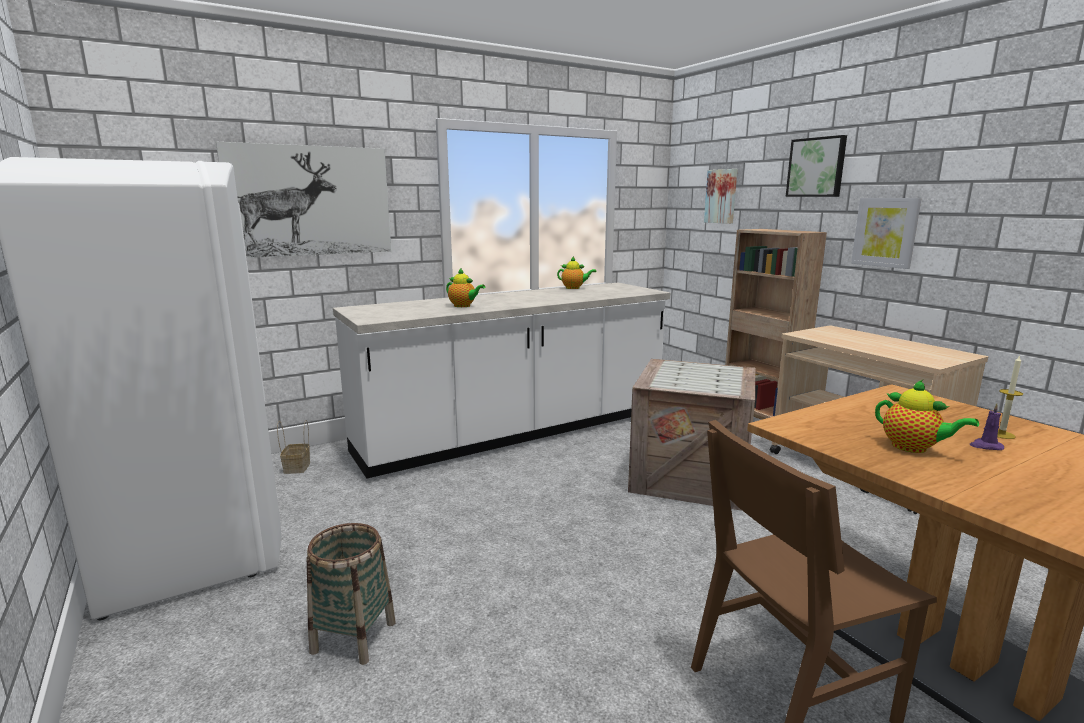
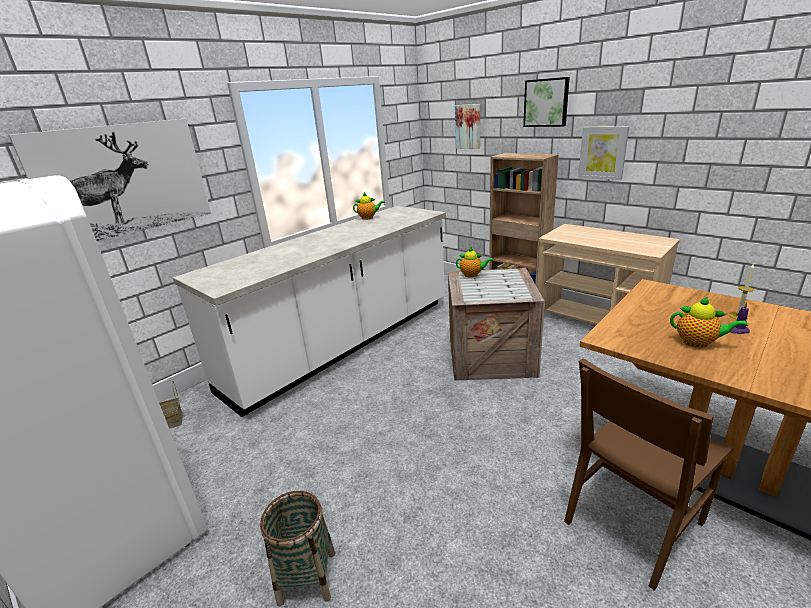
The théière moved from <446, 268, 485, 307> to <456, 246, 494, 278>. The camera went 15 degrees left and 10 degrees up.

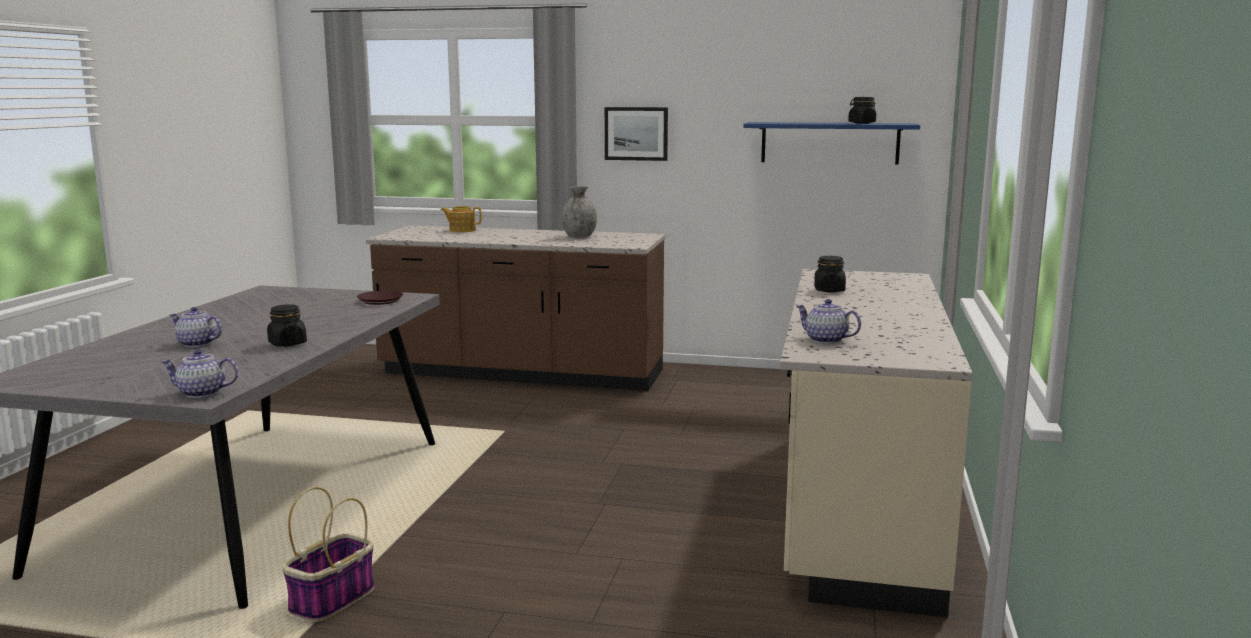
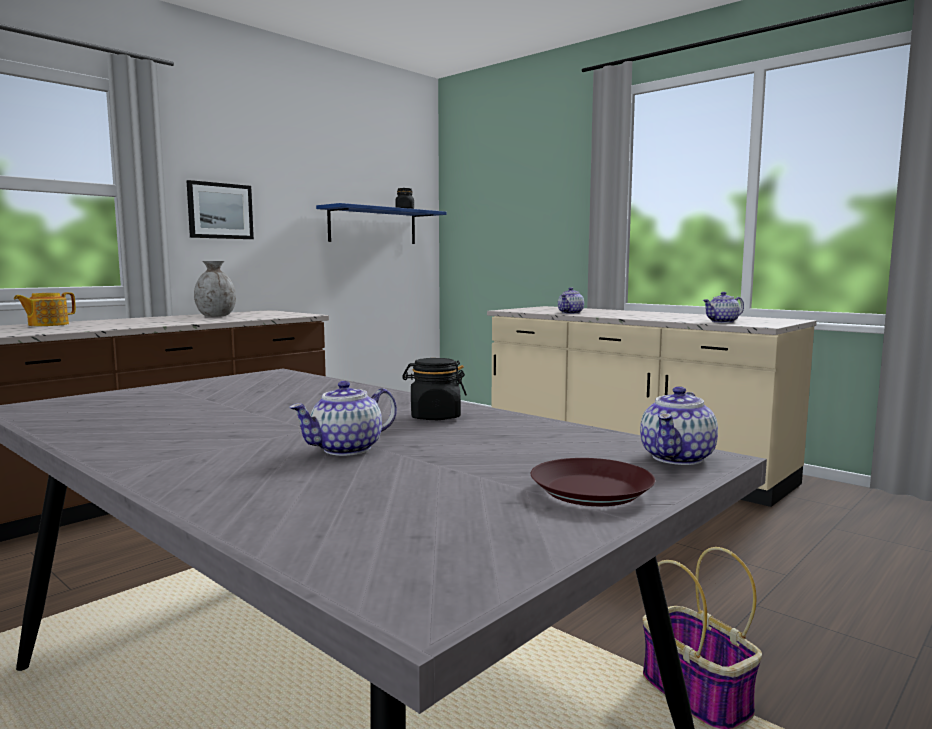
The bocal (noir) at <814, 256, 846, 292> was replaced by the théière at <558, 287, 584, 314>. The assiette (marron) moved from <357, 291, 403, 305> to <531, 458, 655, 506>. The camera went 60 degrees left and 5 degrees down.

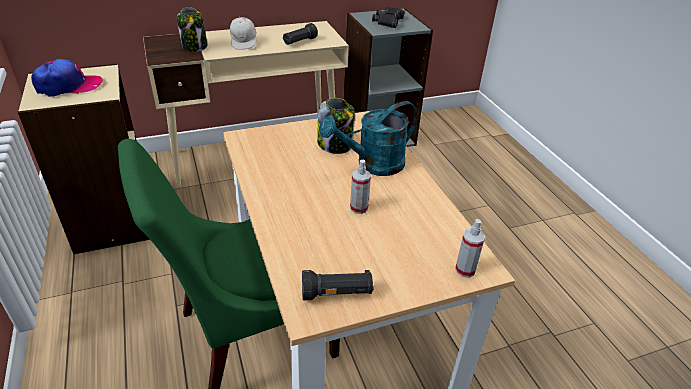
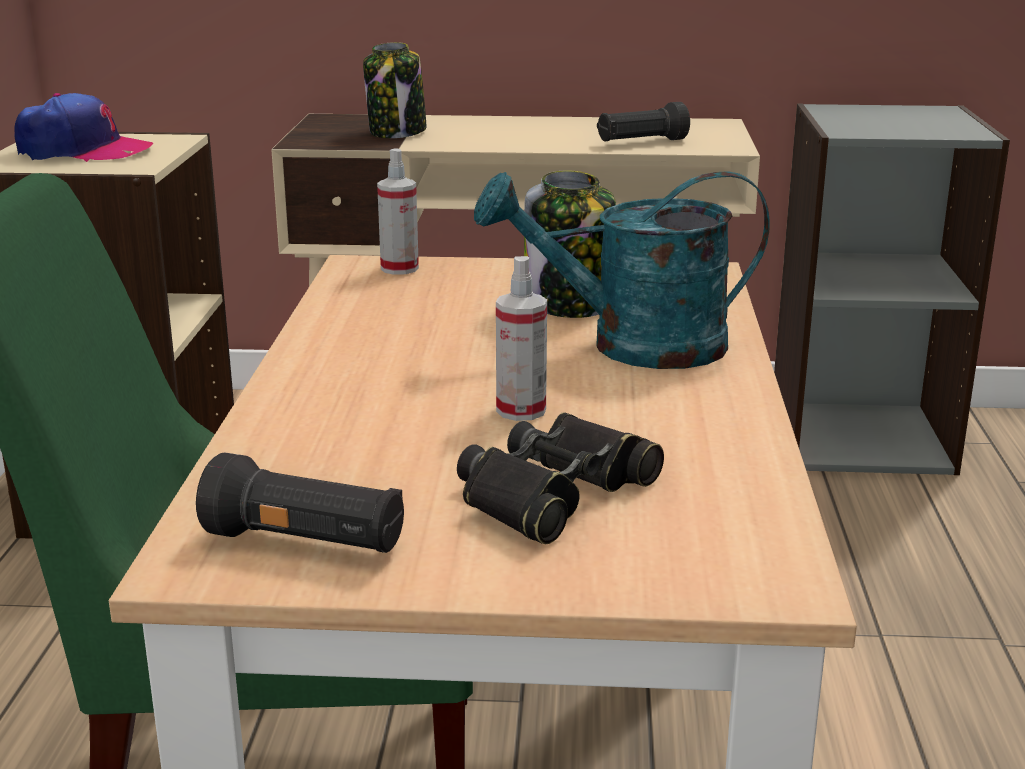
The jumelles (noir) moved from <372, 7, 405, 28> to <457, 412, 664, 544>. The casquette (blanc) at <230, 16, 256, 50> disappeared. The vaporisateur moved from <455, 219, 485, 278> to <377, 148, 419, 275>. The camera went 25 degrees right and 15 degrees down.

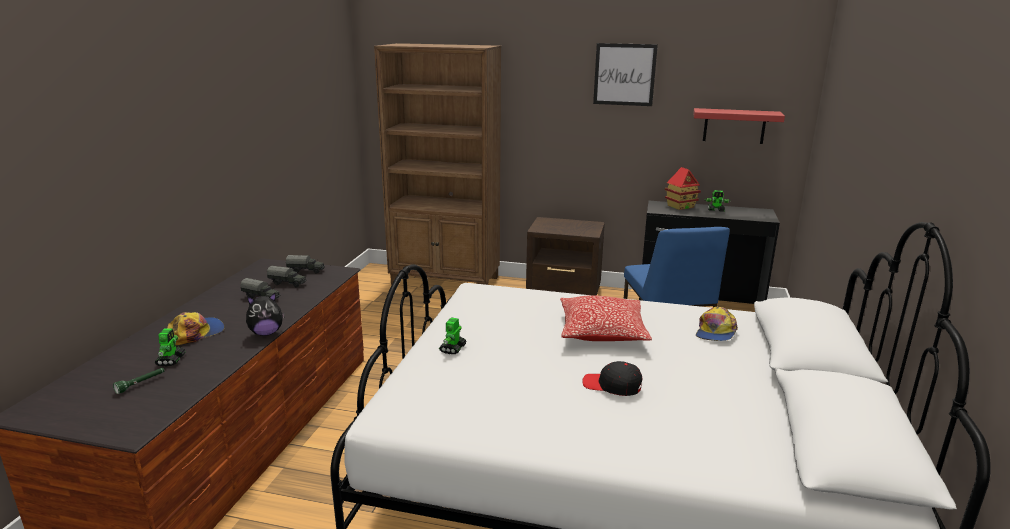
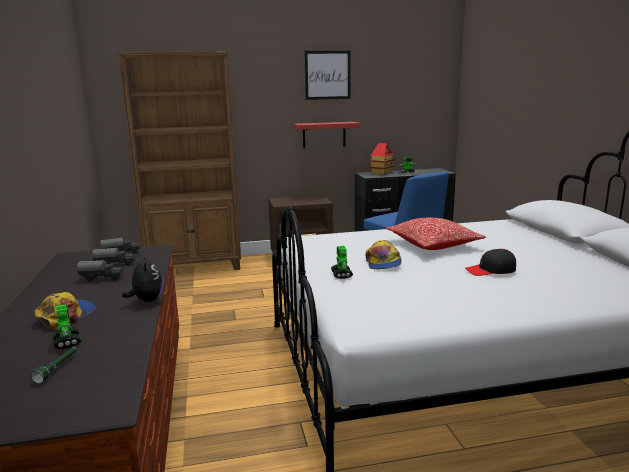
The étagère (rouge) moved from <693, 108, 785, 144> to <294, 122, 360, 148>. The peluche at <246, 293, 285, 336> turned 60 degrees counterclockwise. The casquette moved from <696, 307, 738, 341> to <365, 240, 402, 269>. The camera went 25 degrees left and 5 degrees down.

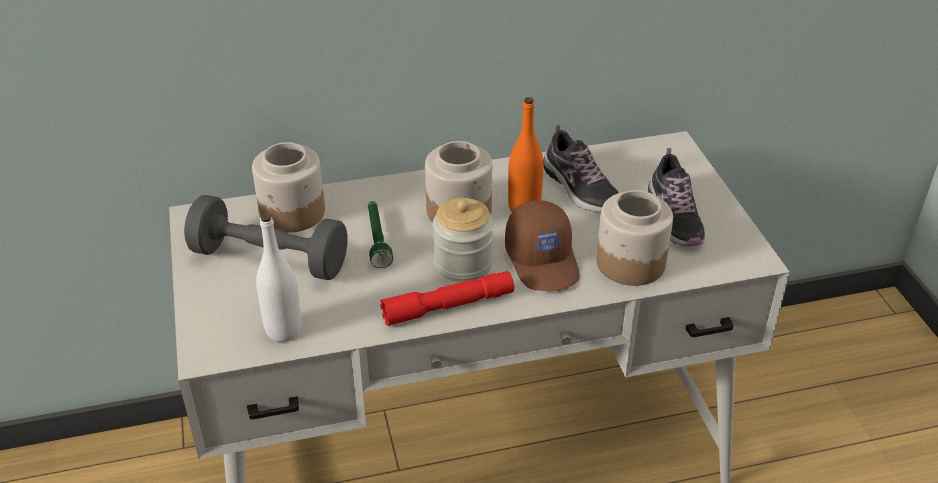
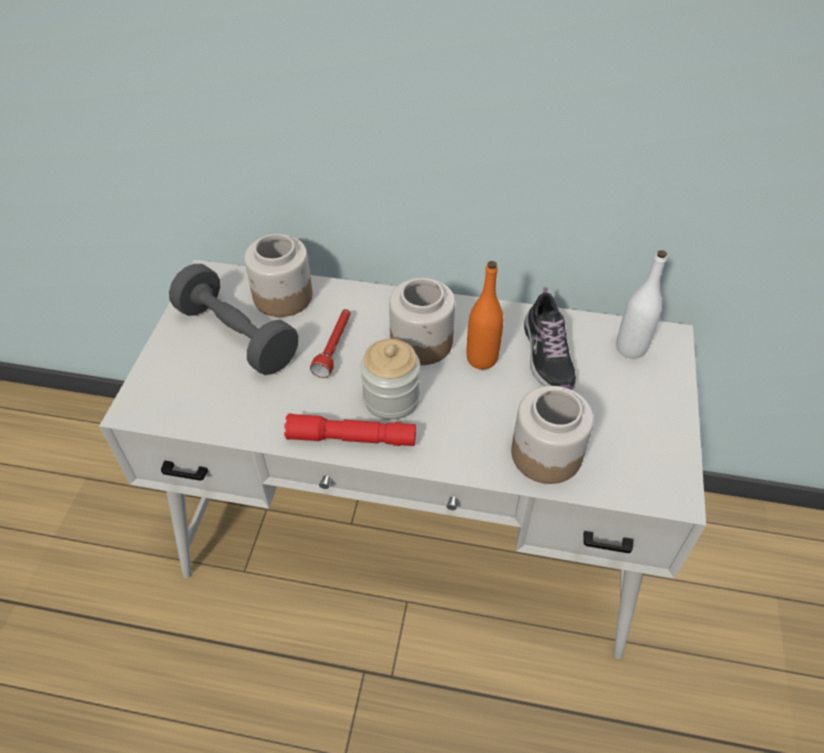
The chaussure at <648, 148, 705, 246> disappeared. The casquette (marron) at <505, 200, 579, 291> disappeared. The lampe de poche (vert) at <368, 201, 393, 268> became the lampe de poche (rouge) at <310, 309, 350, 378>. The bouteille (blanc) moved from <256, 213, 302, 342> to <616, 250, 667, 359>. The camera went 25 degrees right and 10 degrees up.

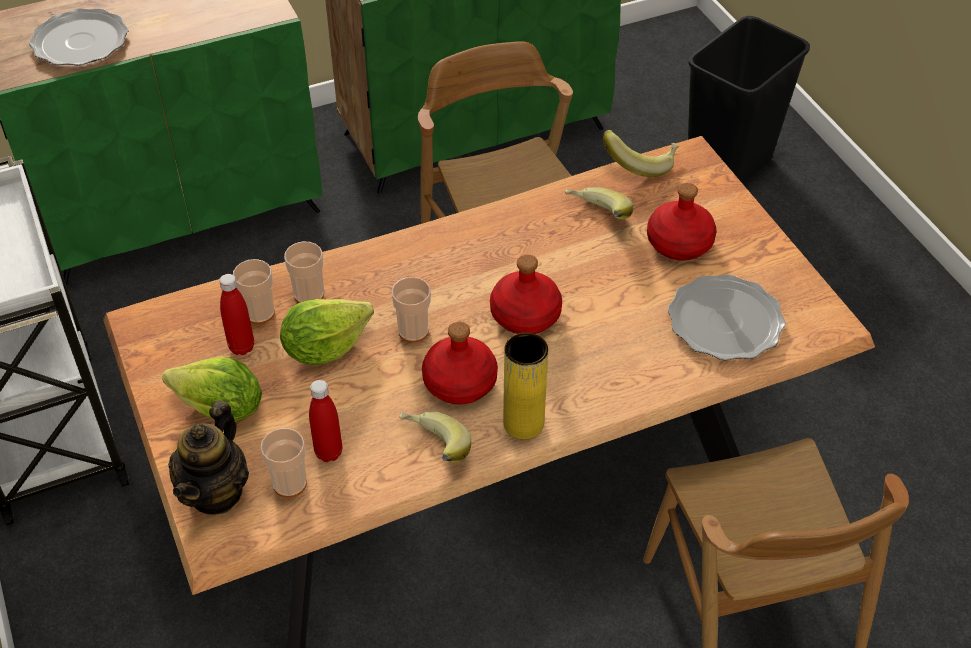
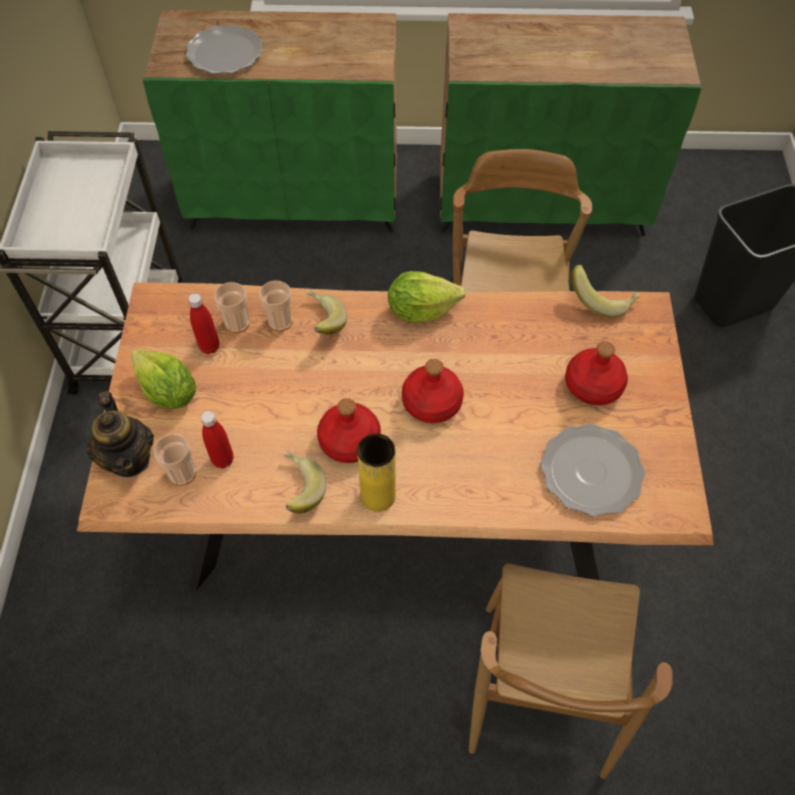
The banane moved from <565, 187, 633, 220> to <307, 290, 347, 336>. The tasse at <392, 277, 431, 342> disappeared. The laitue moved from <280, 299, 374, 365> to <388, 271, 466, 323>. The théière at <168, 400, 249, 515> turned 60 degrees counterclockwise. The camera went 25 degrees right and 10 degrees up.

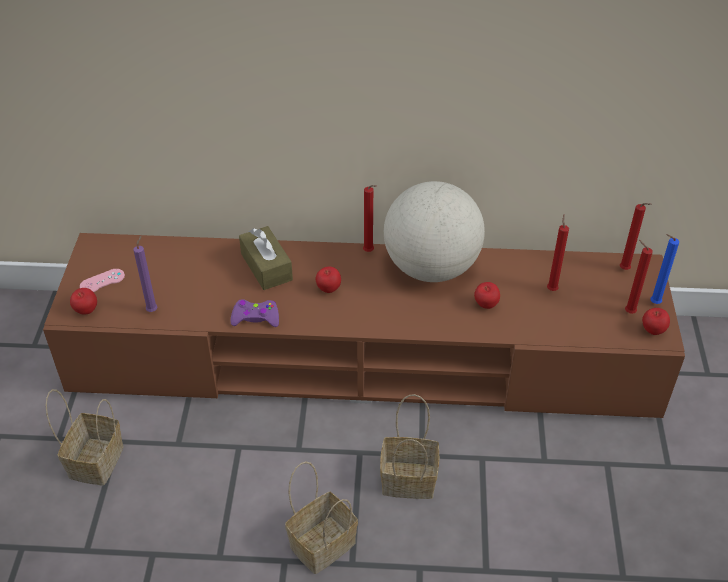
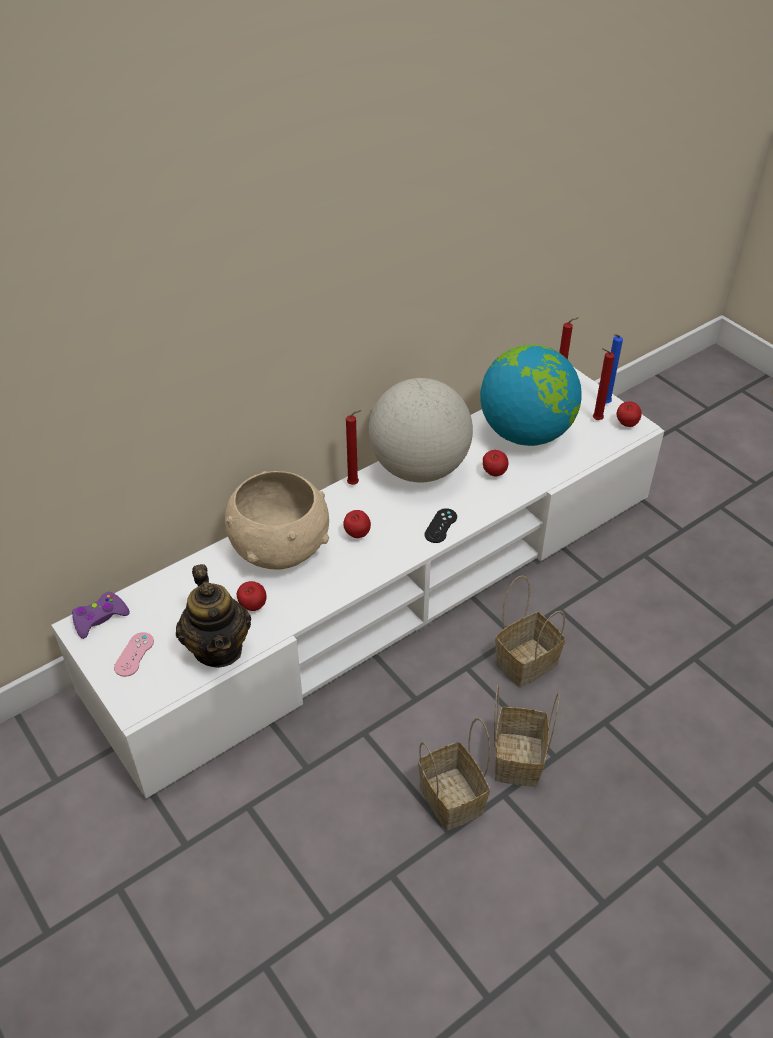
The bougie (rouge) at <547, 214, 569, 291> was replaced by the globe at <480, 345, 582, 446>. The boîte à mouchoirs (marron) at <239, 226, 293, 290> was replaced by the bol (beige) at <225, 471, 329, 569>. The meuble télé (marron) at <43, 233, 685, 418> became the meuble télé (blanc) at <51, 368, 664, 799>. The bougie (violet) at <133, 235, 158, 312> was replaced by the théière at <176, 564, 251, 668>. The pomme moved from <70, 288, 97, 314> to <237, 581, 267, 611>. The manette (violet) moved from <230, 299, 279, 327> to <72, 592, 130, 639>. The panier moved from <45, 389, 124, 486> to <418, 718, 490, 831>. The manette (noir) at <424, 508, 457, 543> appeared. The camera went 40 degrees left and 0 degrees up.

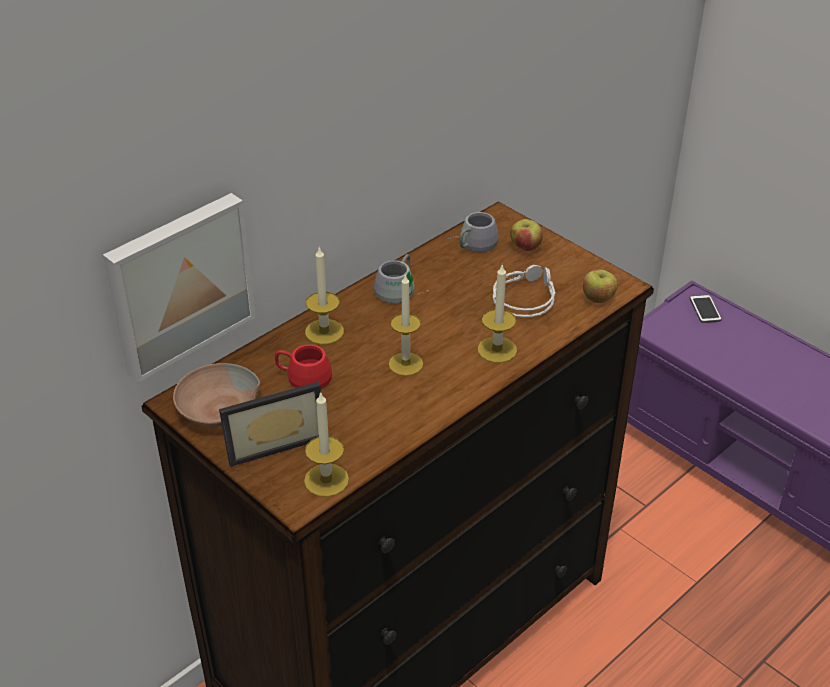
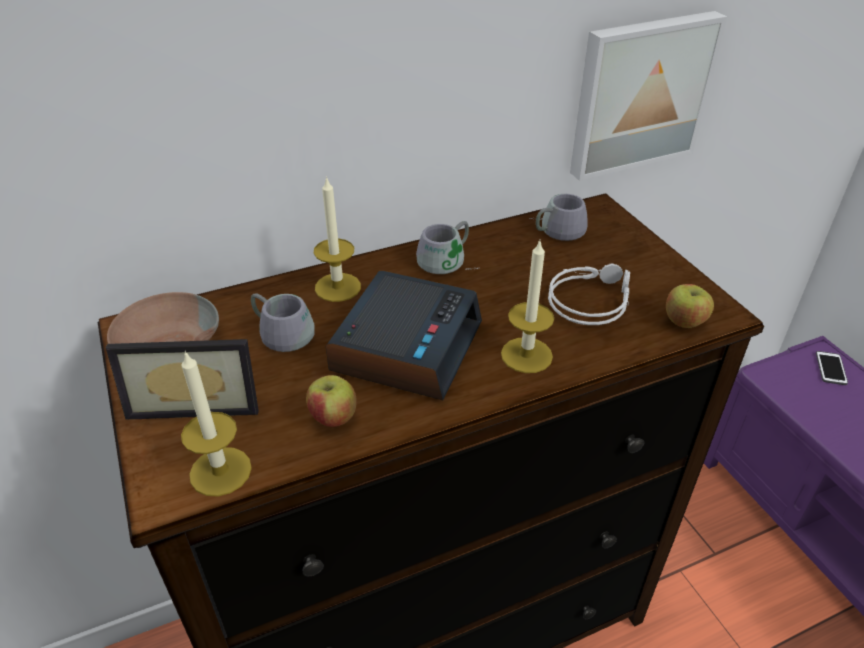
The tableau moved from <103, 193, 256, 383> to <570, 11, 728, 181>. The pomme moved from <510, 219, 543, 251> to <306, 375, 357, 427>. The bougie at <389, 274, 423, 376> was replaced by the réveil at <326, 271, 482, 400>. The mug (rouge) at <275, 344, 332, 389> became the mug (gris) at <251, 293, 315, 352>. The camera went 20 degrees right and 0 degrees up.

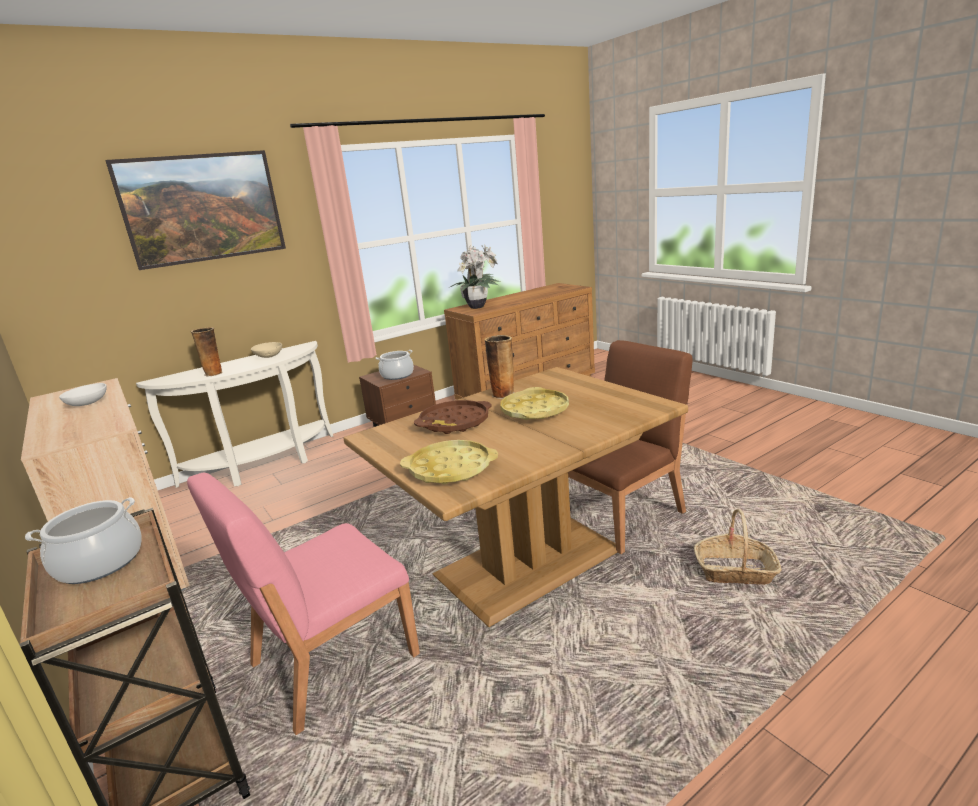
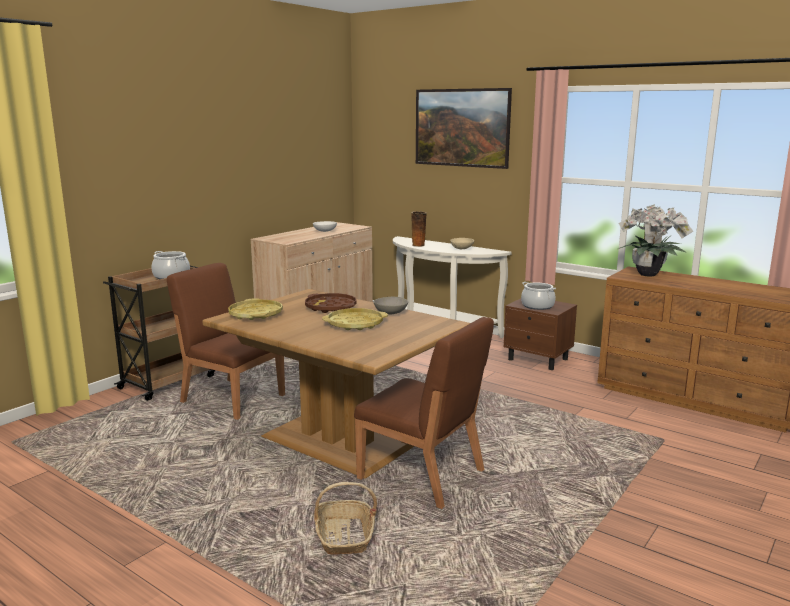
The vase at <484, 335, 514, 399> was replaced by the bol (gris) at <374, 297, 408, 314>. The chaise (rose) at <187, 473, 420, 735> became the chaise (marron) at <167, 263, 285, 420>. The camera went 70 degrees right and 5 degrees down.

